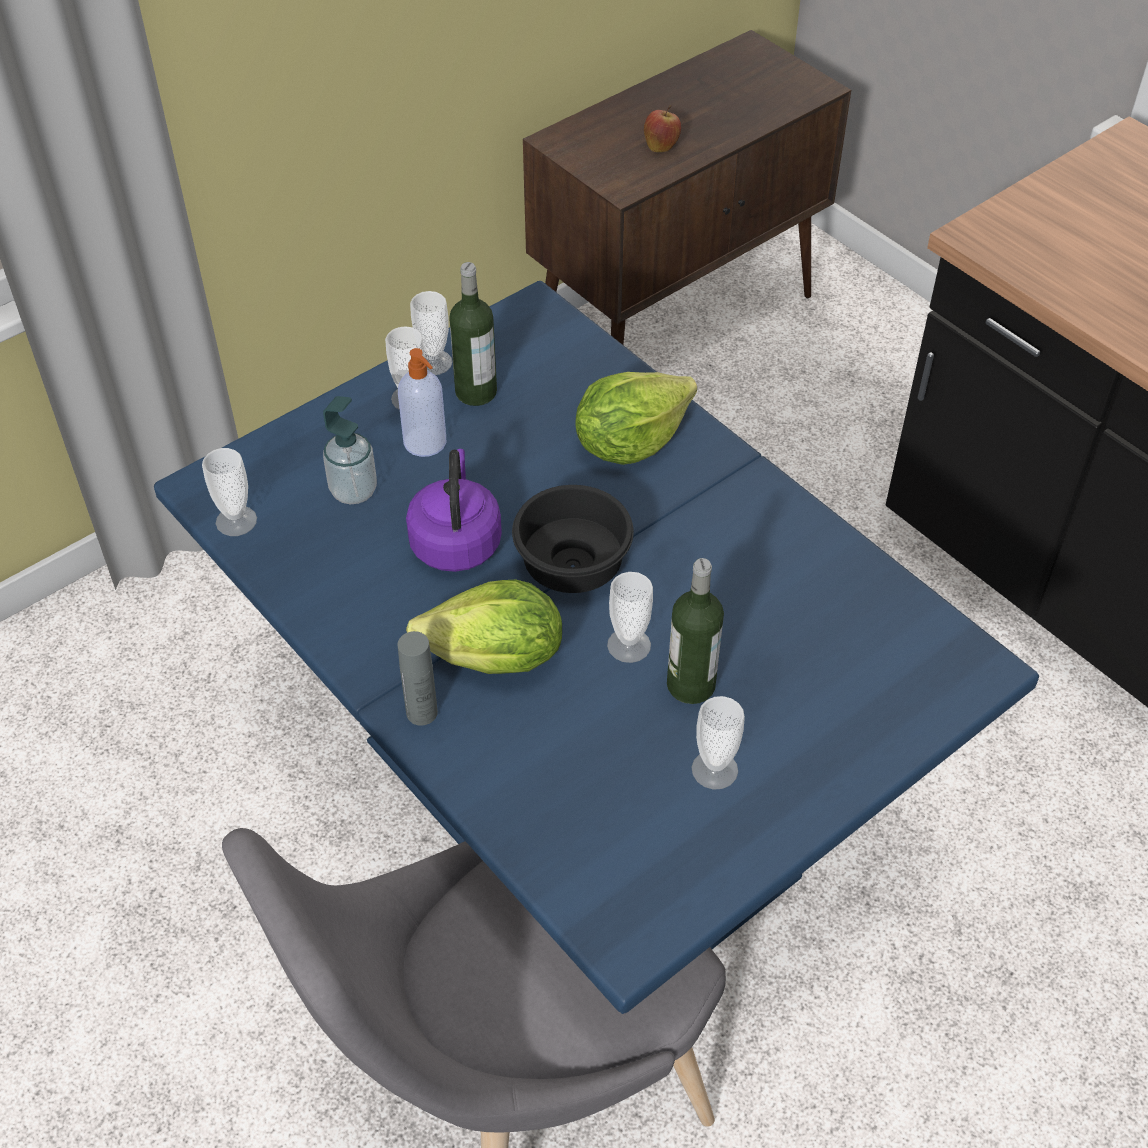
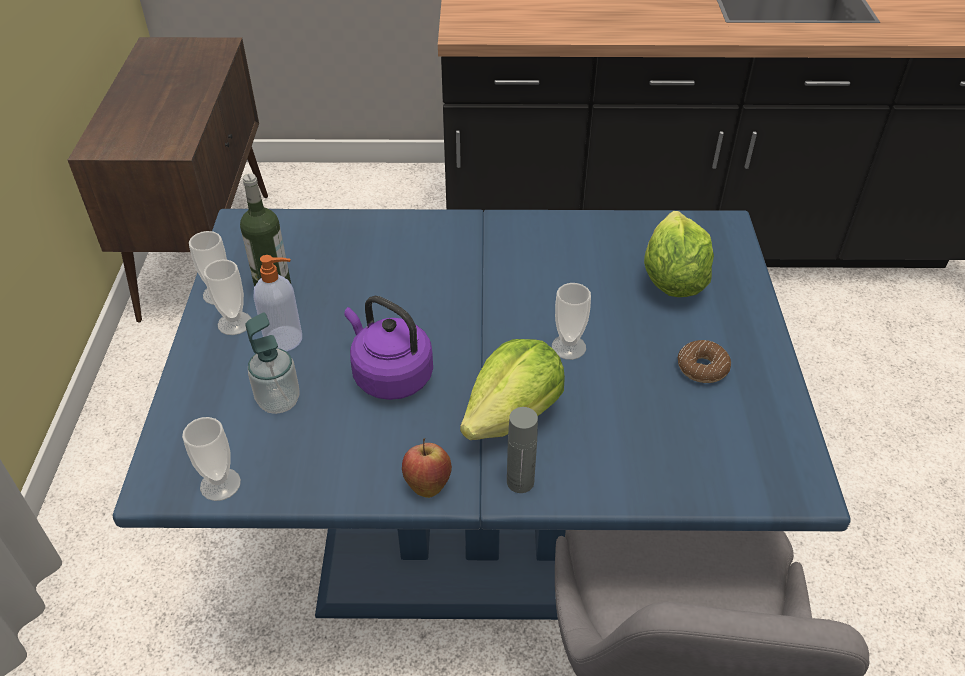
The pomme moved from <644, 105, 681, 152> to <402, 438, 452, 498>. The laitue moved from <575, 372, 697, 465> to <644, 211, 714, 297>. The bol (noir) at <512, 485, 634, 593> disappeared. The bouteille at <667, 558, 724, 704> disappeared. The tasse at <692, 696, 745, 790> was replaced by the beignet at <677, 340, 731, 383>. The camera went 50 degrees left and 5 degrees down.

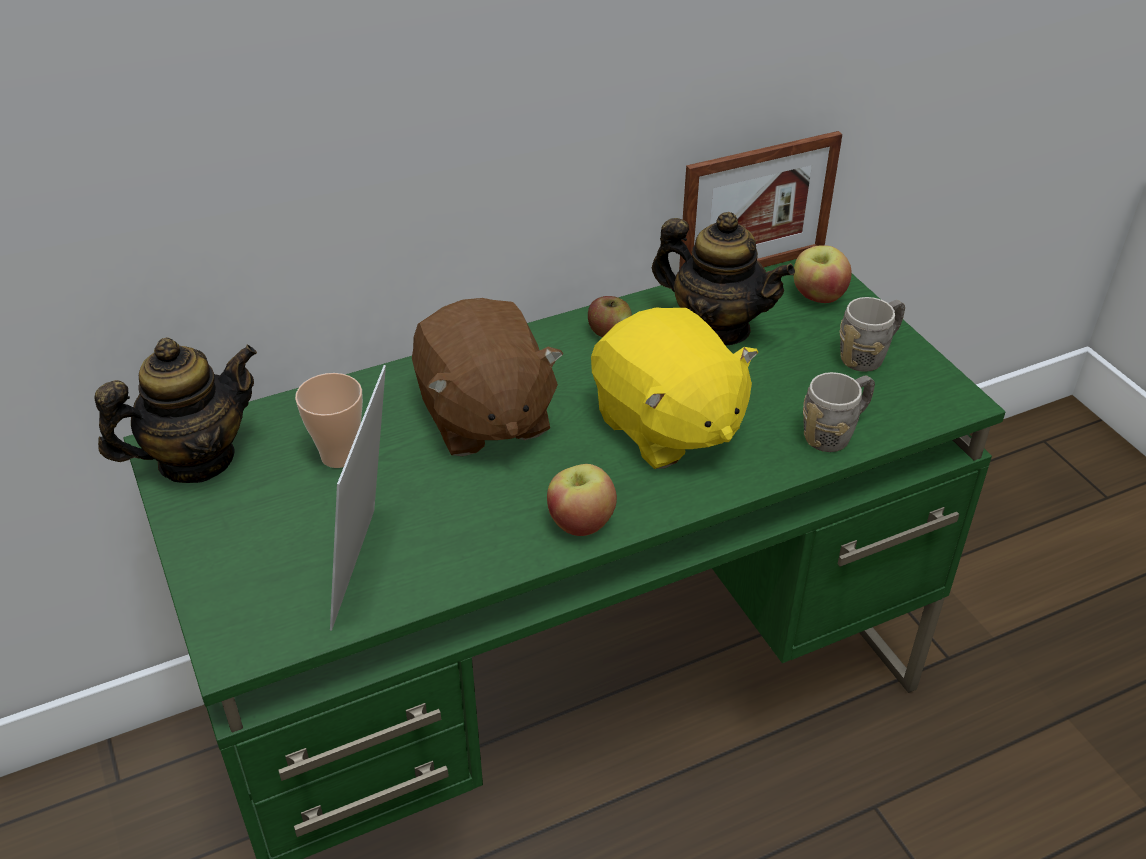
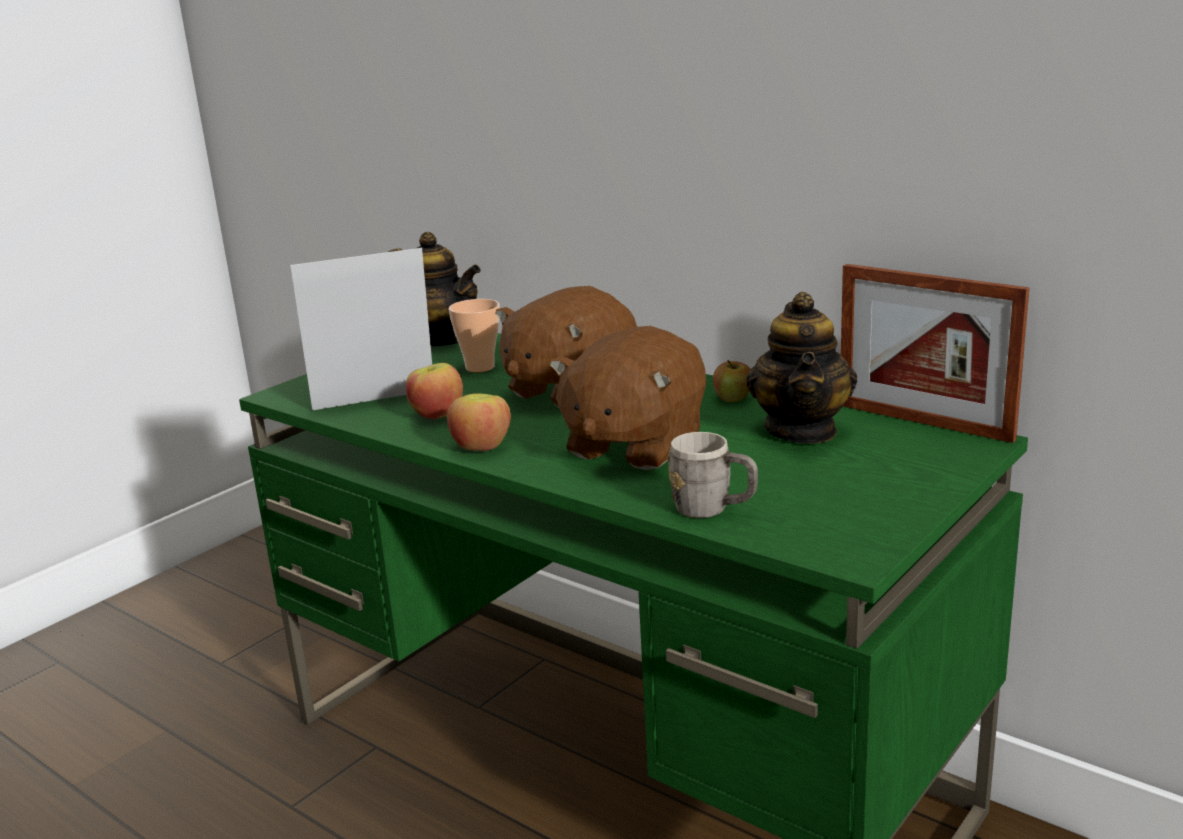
The pomme moved from <793, 246, 852, 303> to <406, 363, 463, 419>. The mug (gris) at <840, 297, 905, 372> disappeared. The peluche (jaune) at <591, 307, 758, 469> became the peluche (marron) at <549, 326, 706, 470>. The camera went 65 degrees right and 20 degrees down.

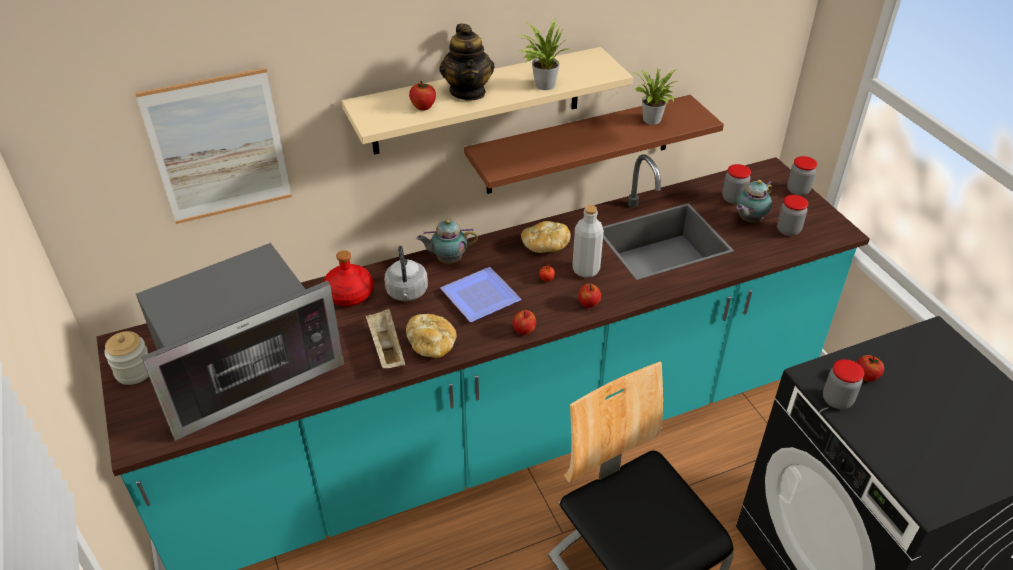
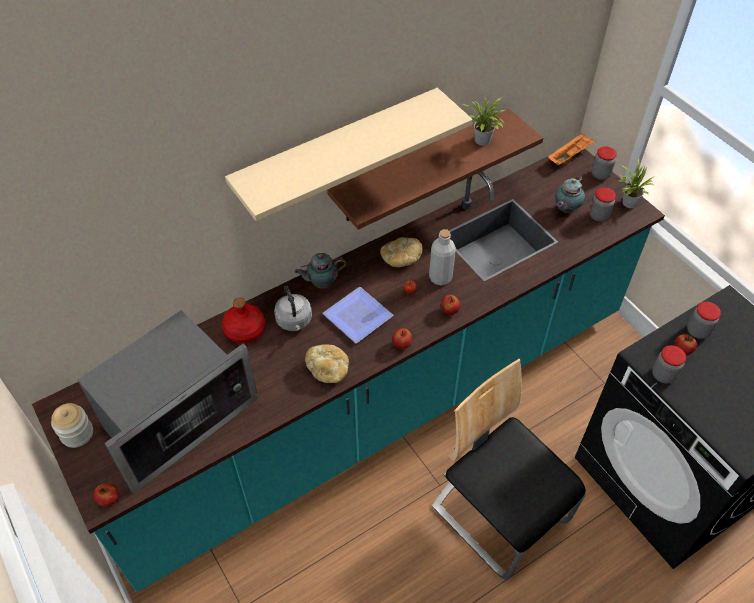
The plante en pot moved from <517, 19, 570, 90> to <619, 158, 655, 208>. The théière at <439, 24, 495, 100> disappeared. The tableau at <135, 68, 292, 224> disappeared. The pomme moved from <409, 81, 436, 111> to <94, 483, 119, 507>. The bocal moved from <722, 164, 751, 204> to <687, 302, 721, 339>. The plateau (beige) at <366, 309, 405, 369> disappeared. The plateau (orange) at <548, 133, 595, 165> appeared. The camera went 10 degrees left and 10 degrees up.

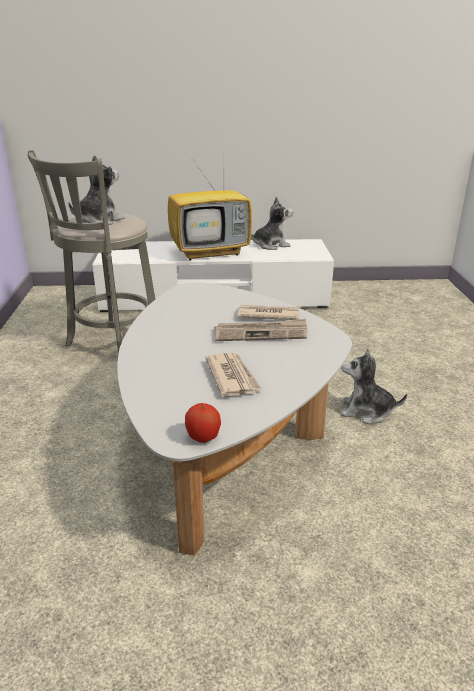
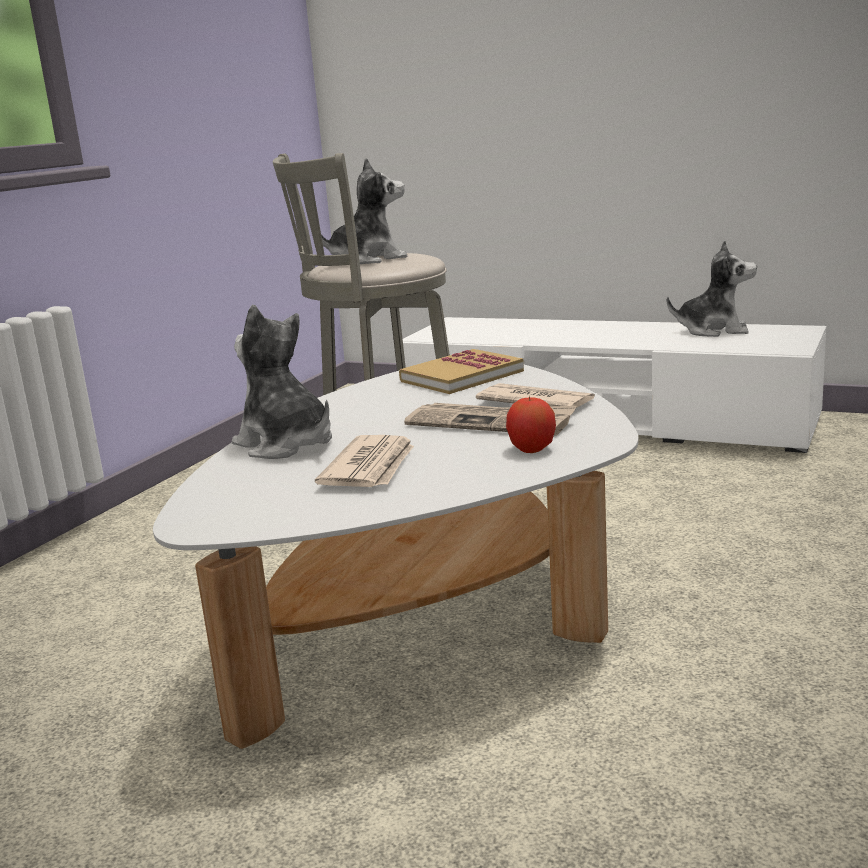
The téléviseur at <168, 163, 252, 260> disappeared. The peluche moved from <341, 349, 407, 423> to <232, 305, 332, 459>. The pomme moved from <185, 403, 221, 443> to <506, 396, 556, 453>. The livre at <399, 349, 524, 394> appeared. The camera went 30 degrees right and 10 degrees down.

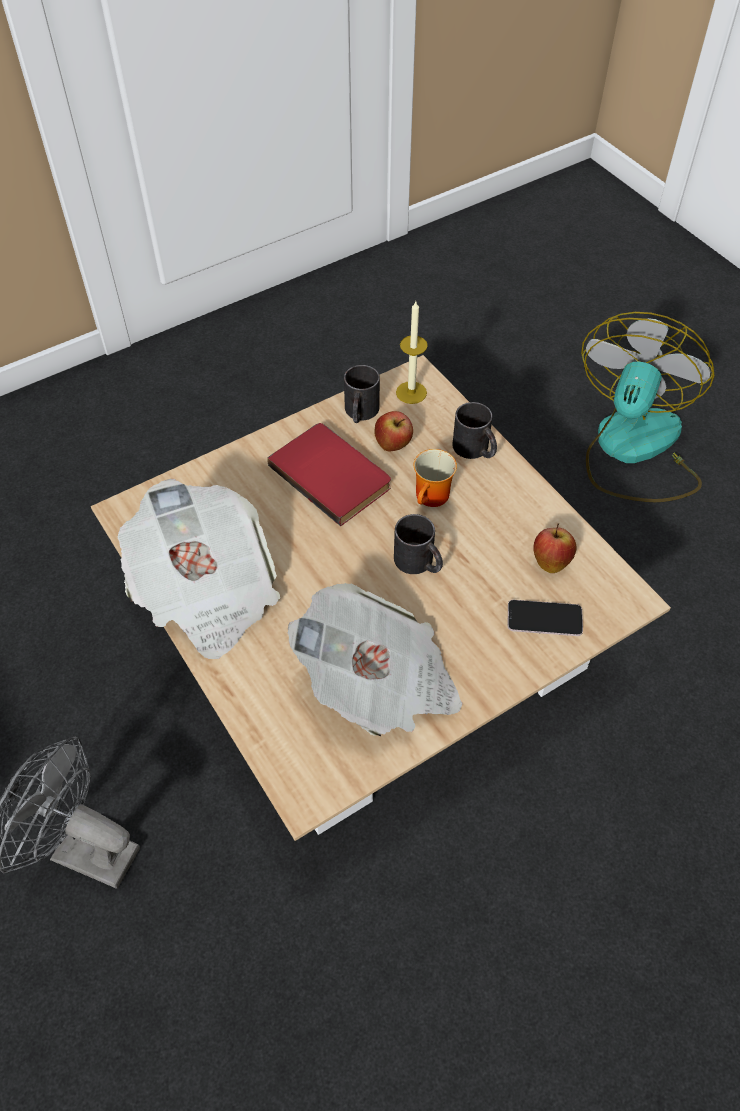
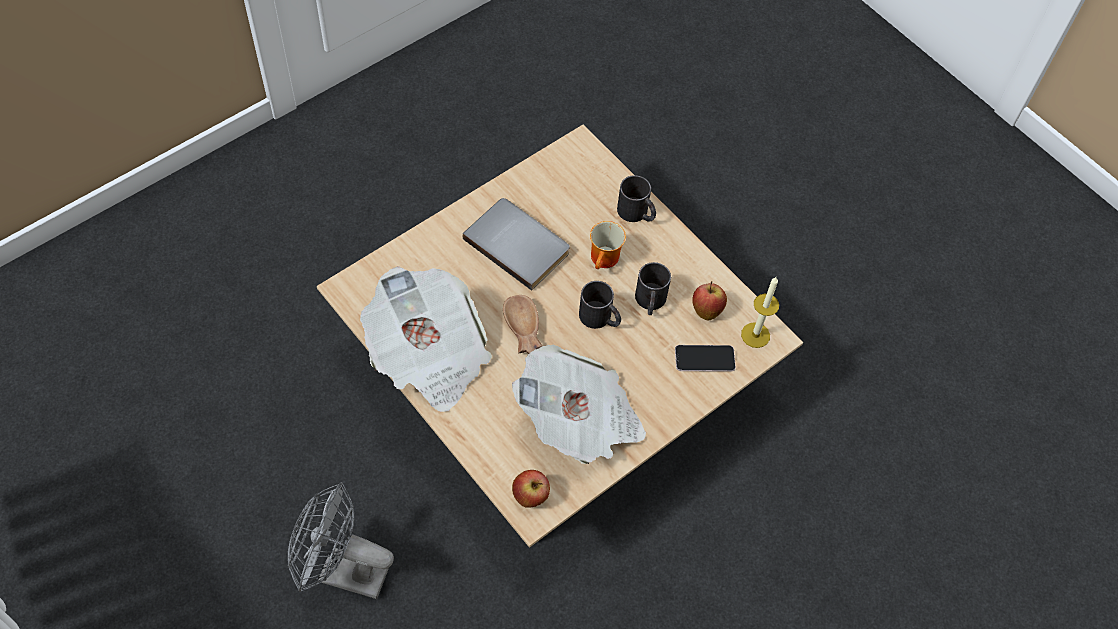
The bougie moved from <396, 301, 428, 404> to <741, 277, 779, 348>. The ventilateur at <581, 312, 714, 502> disappeared. The mug (noir) moved from <344, 365, 380, 423> to <635, 262, 671, 315>. The pomme moved from <374, 411, 413, 451> to <512, 470, 550, 508>. The livre (rouge) at <267, 423, 391, 526> became the livre (gris) at <463, 198, 570, 291>. The bol (marron) at <503, 295, 543, 354> appeared. The camera went 10 degrees left and 5 degrees up.

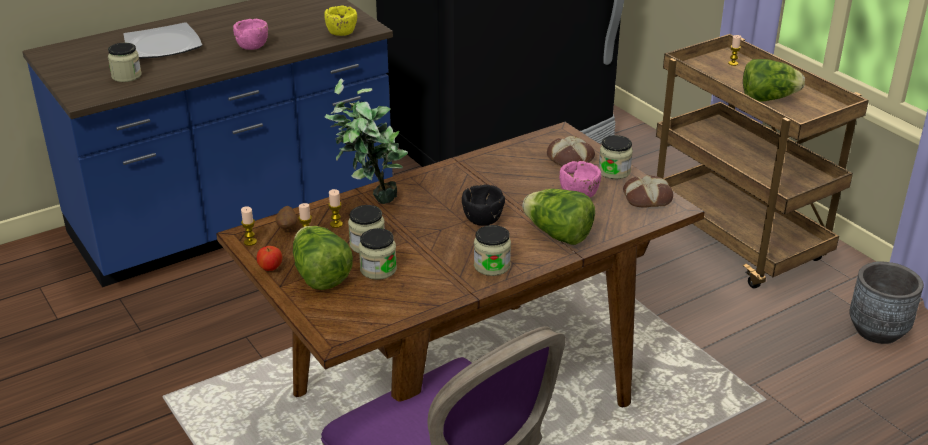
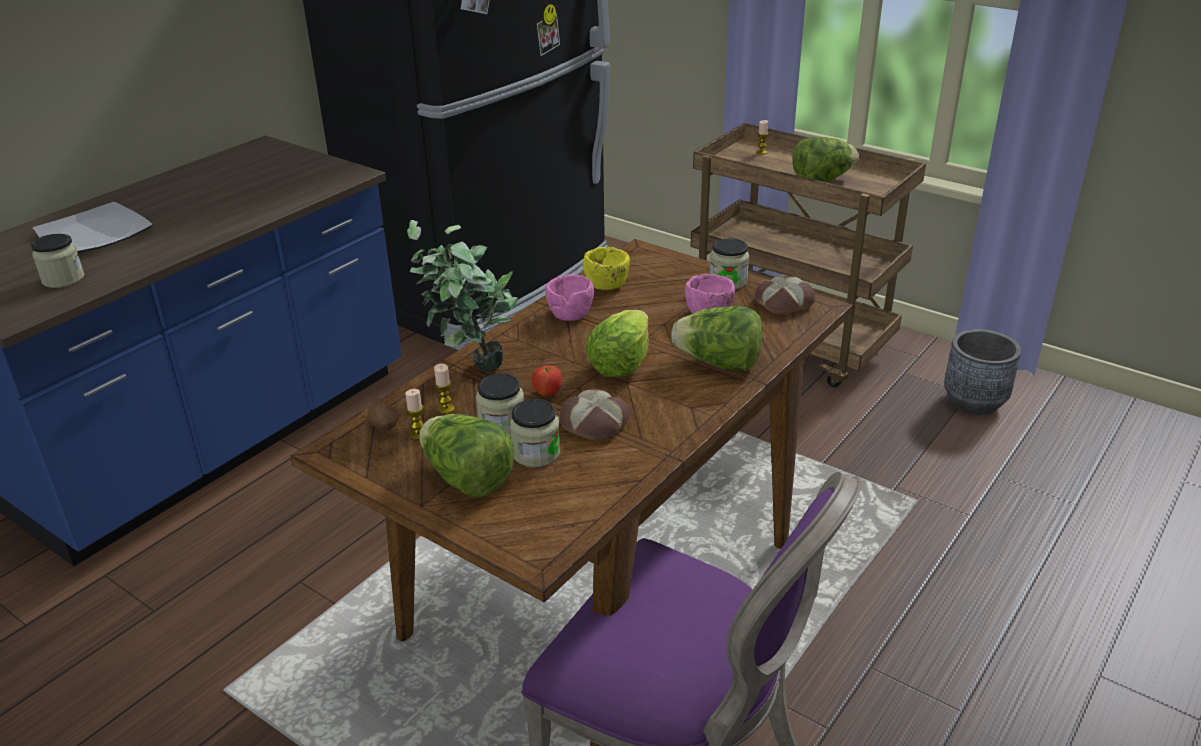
The bol (jaune) moved from <324, 6, 357, 36> to <583, 247, 630, 290>. The bol (rose) moved from <233, 19, 268, 50> to <545, 274, 594, 321>. The pain moved from <547, 136, 595, 166> to <560, 389, 630, 440>. The bol (noir) at <462, 184, 505, 226> was replaced by the laitue at <586, 310, 649, 377>. The bougie at <241, 206, 257, 246> disappeared. The bocal at <474, 225, 511, 276> disappeared. The pomme moved from <257, 246, 282, 271> to <532, 366, 562, 397>. The camera went 20 degrees left and 0 degrees up.

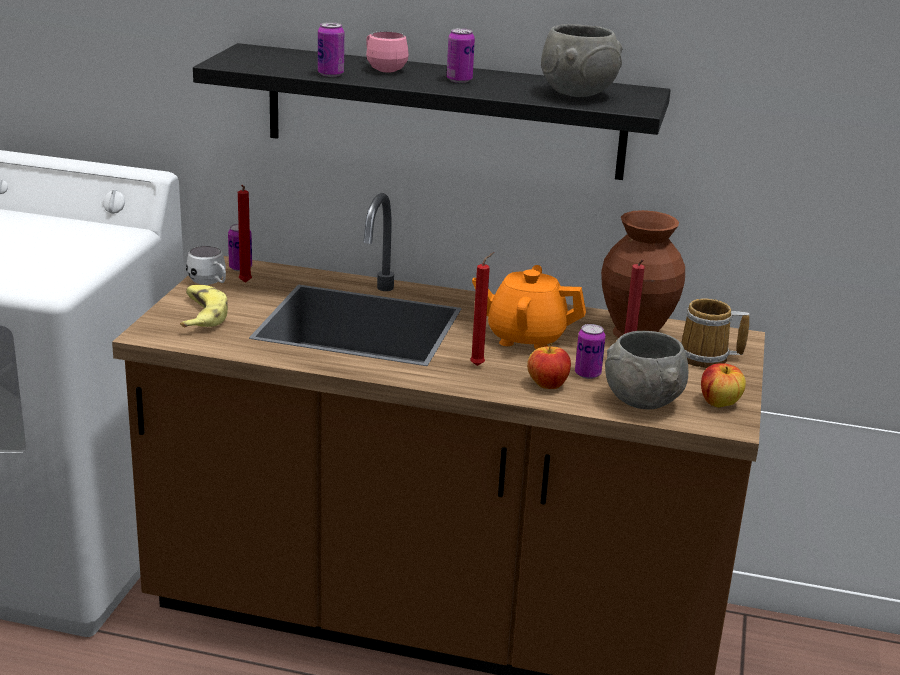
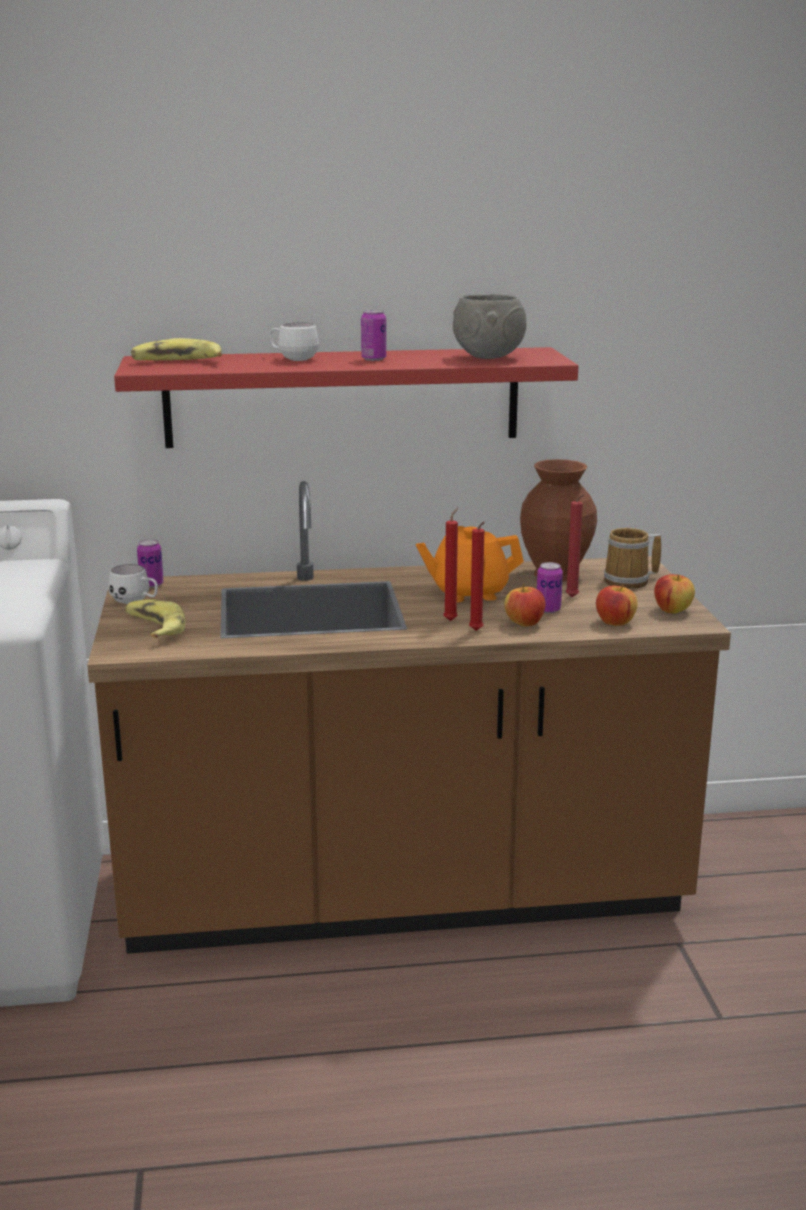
The boîte métallique at <318, 22, 344, 77> disappeared. The mug (rose) at <366, 31, 409, 73> became the mug (blanc) at <269, 322, 319, 361>. The étagère (noir) at <193, 43, 671, 180> became the étagère (rouge) at <114, 347, 578, 448>. The bougie (rouge) moved from <238, 185, 252, 283> to <469, 522, 485, 631>. The bol (gris) at <605, 331, 688, 410> was replaced by the pomme at <596, 585, 638, 626>. The banane at <131, 338, 222, 360> appeared. The camera went 20 degrees left and 5 degrees down.

